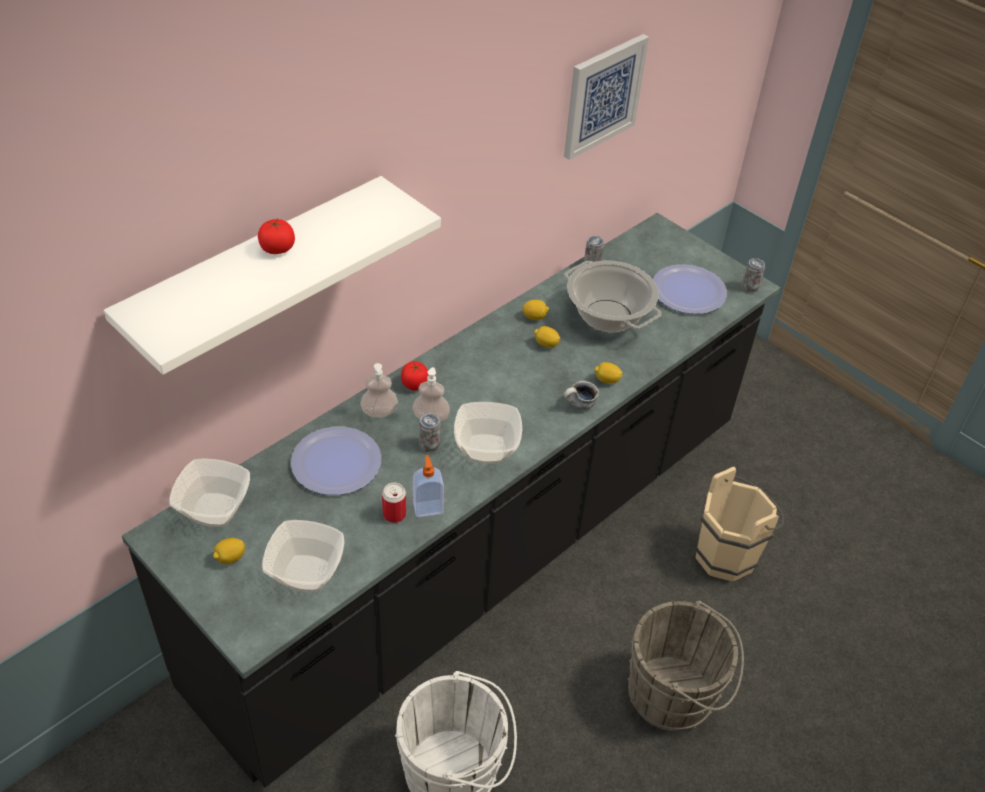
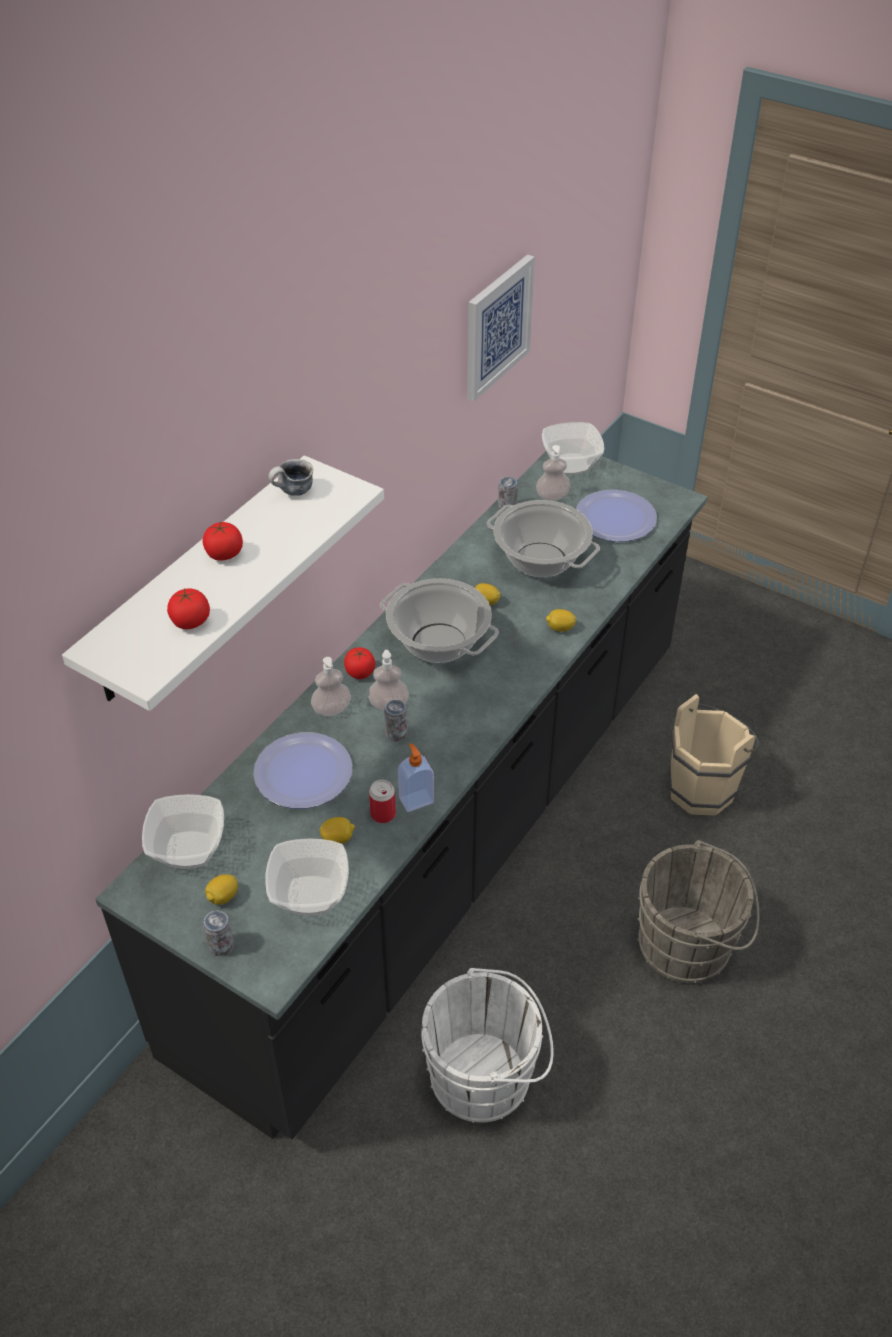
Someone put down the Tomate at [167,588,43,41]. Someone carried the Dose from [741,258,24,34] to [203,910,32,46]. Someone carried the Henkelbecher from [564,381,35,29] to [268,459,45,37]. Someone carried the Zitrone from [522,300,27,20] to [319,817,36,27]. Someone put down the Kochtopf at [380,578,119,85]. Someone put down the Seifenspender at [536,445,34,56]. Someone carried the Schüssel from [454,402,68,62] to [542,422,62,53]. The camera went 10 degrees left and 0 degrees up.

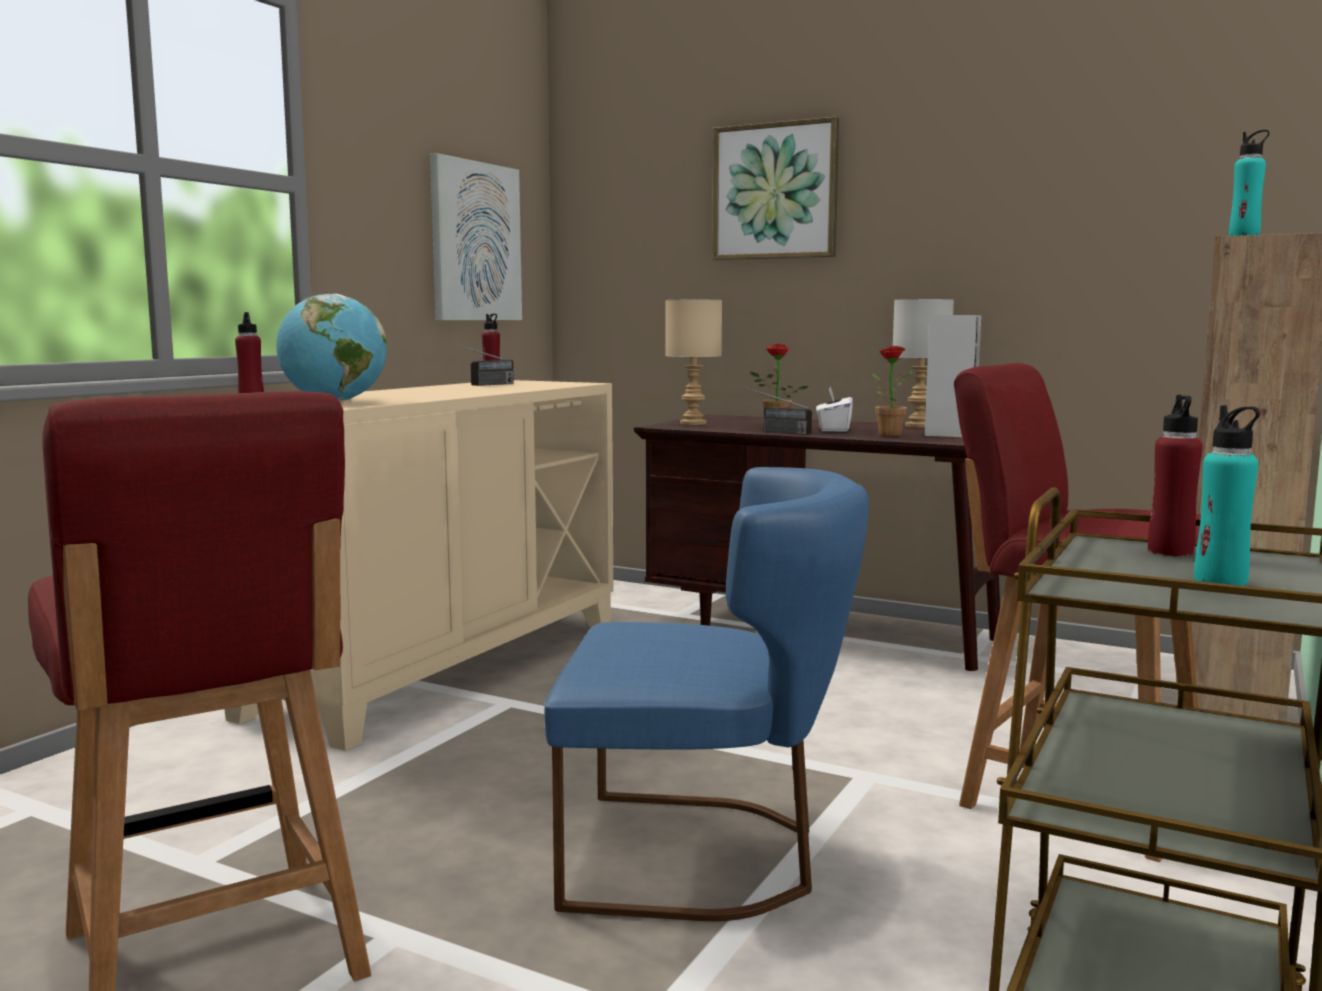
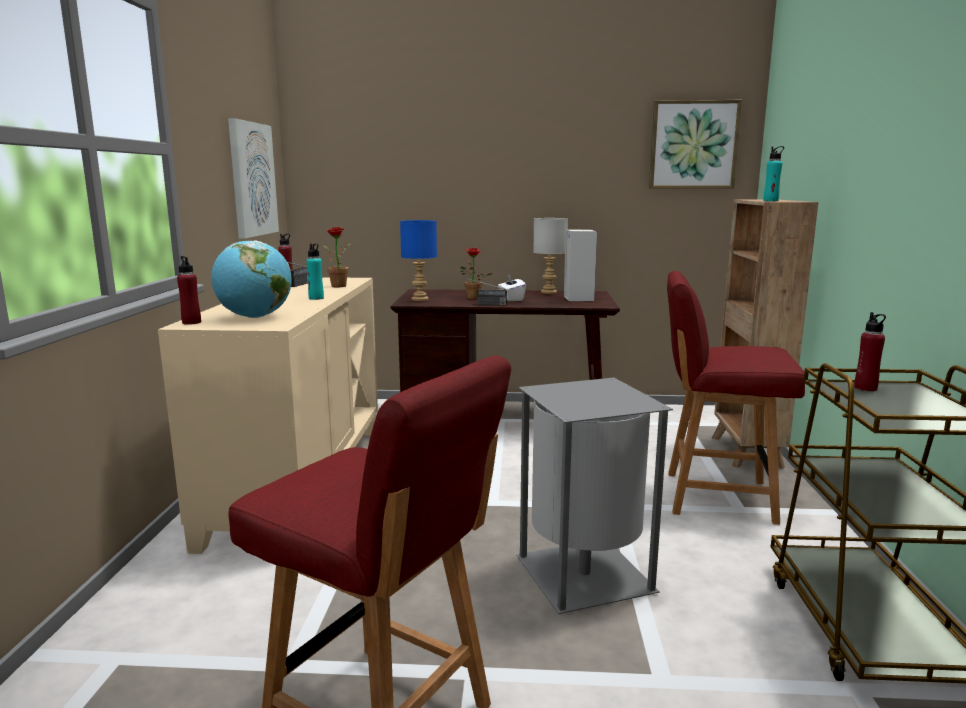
Someone carried the Flasche (türkis) from [1194,405,66,181] to [306,243,18,57]. Someone carried the Topfpflanze from [872,346,42,90] to [323,227,28,60]. Someone repainted the Tischlampe (beige) at [666,300,56,125], which became the Tischlampe (blau) at [400,220,37,81]. Someone swapped the Stuhl (blau) at [544,467,325,454] for the Mülleimer (grau) at [516,378,157,236]. Someone carried the Bild from [712,117,127,143] to [649,100,93,89]. The camera went 25 degrees left and 5 degrees up.

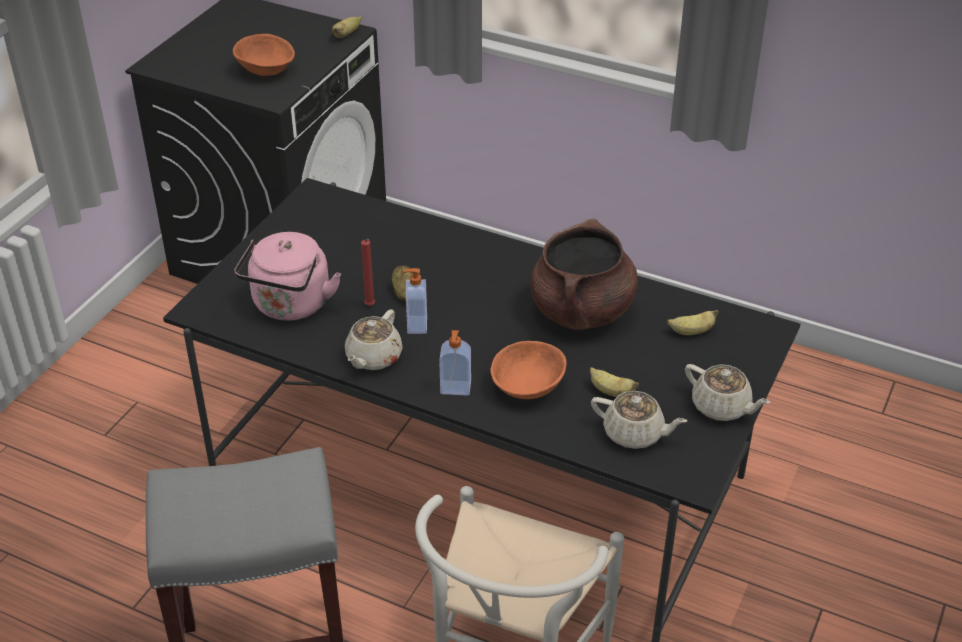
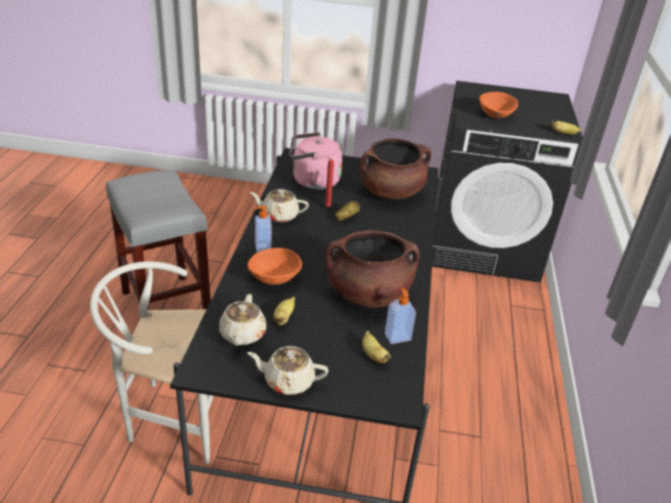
Someone rotated the Teekanne (beige) at [685,364,85,57] by 75 degrees clockwise. Someone put down the Kochtopf (braun) at [360,138,71,61]. Someone carried the Seifenspender from [403,268,24,66] to [385,287,31,57]. The camera went 70 degrees right and 5 degrees down.

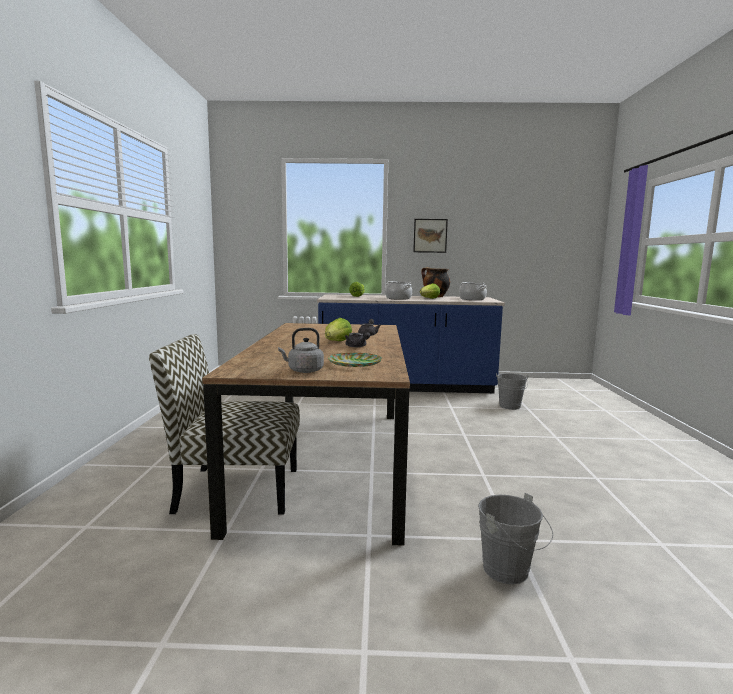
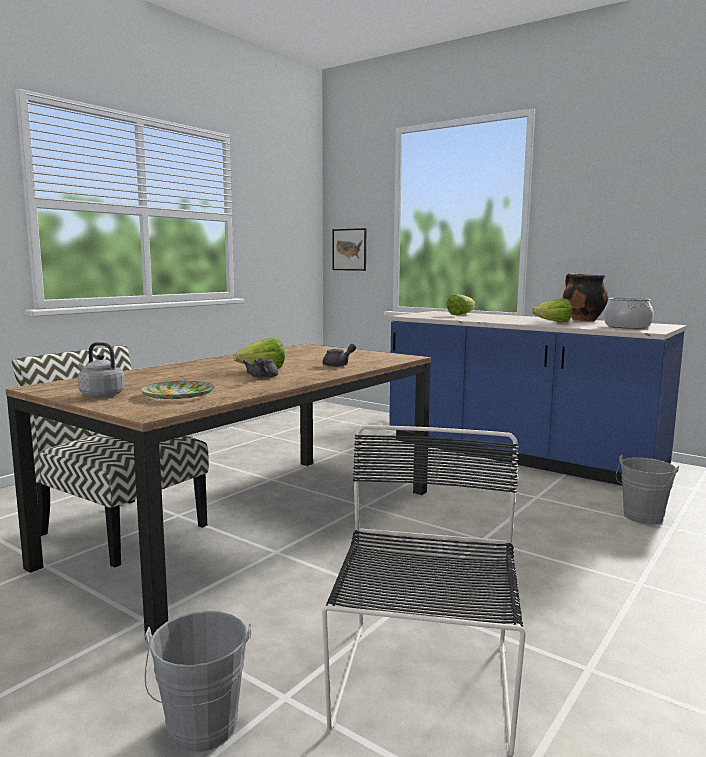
Someone put down the Stuhl (schwarz) at [322,425,204,331]. Someone carried the Bild from [413,219,35,34] to [333,228,33,43]. Someone took away the Kochtopf at [385,281,27,19]. The camera went 35 degrees right and 0 degrees up.

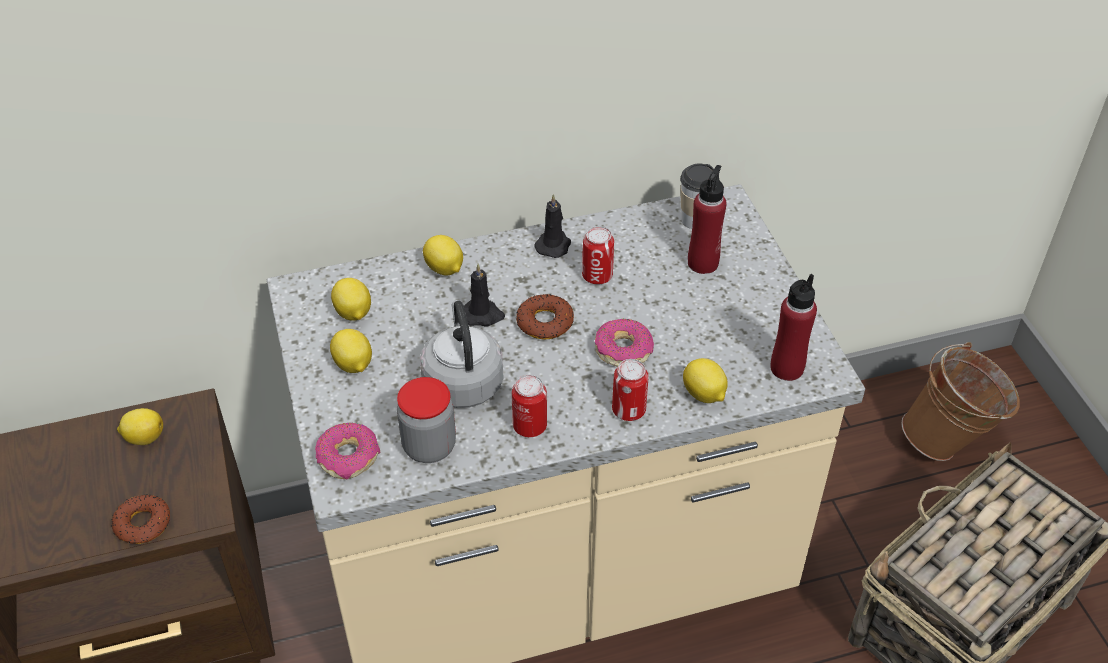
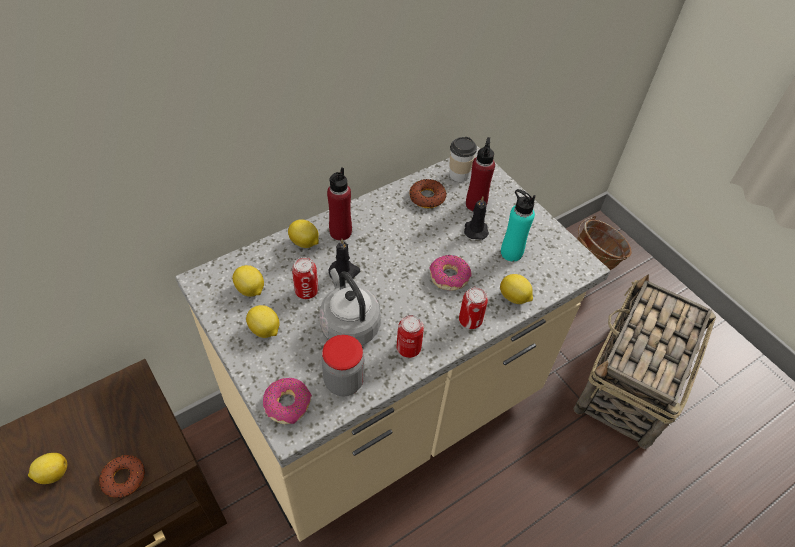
Someone carried the Zitrone from [117,408,46,37] to [28,453,39,31]. Someone carried the Dose from [582,226,32,59] to [292,257,26,42]. Someone carried the Flasche (rot) from [770,274,47,107] to [327,167,25,74]. Someone carried the Donut from [516,294,58,45] to [409,179,38,29]. Someone carried the Kerze (schwarz) from [534,194,37,64] to [464,197,25,43]. Someone put down the Flasche (türkis) at [501,189,35,73]. The camera went 20 degrees left and 5 degrees up.

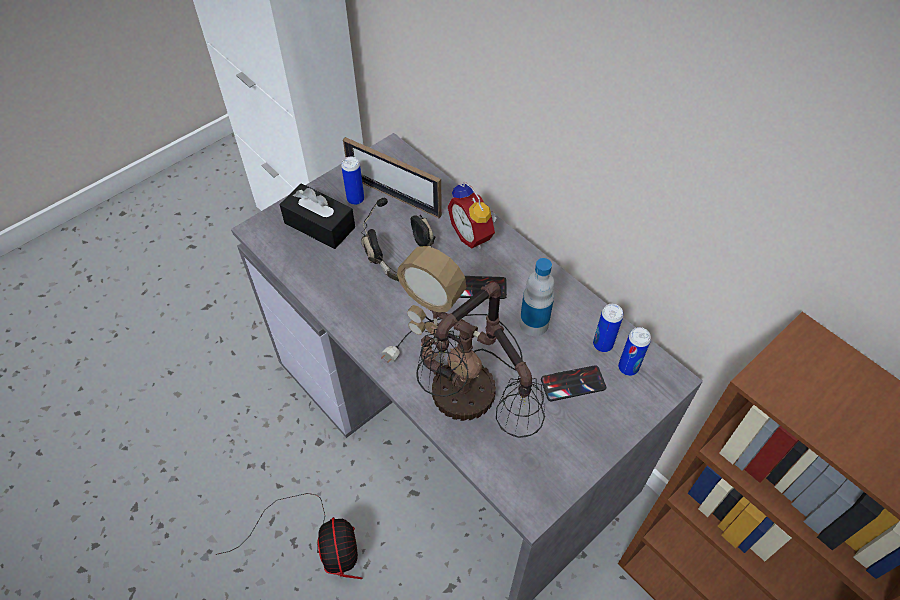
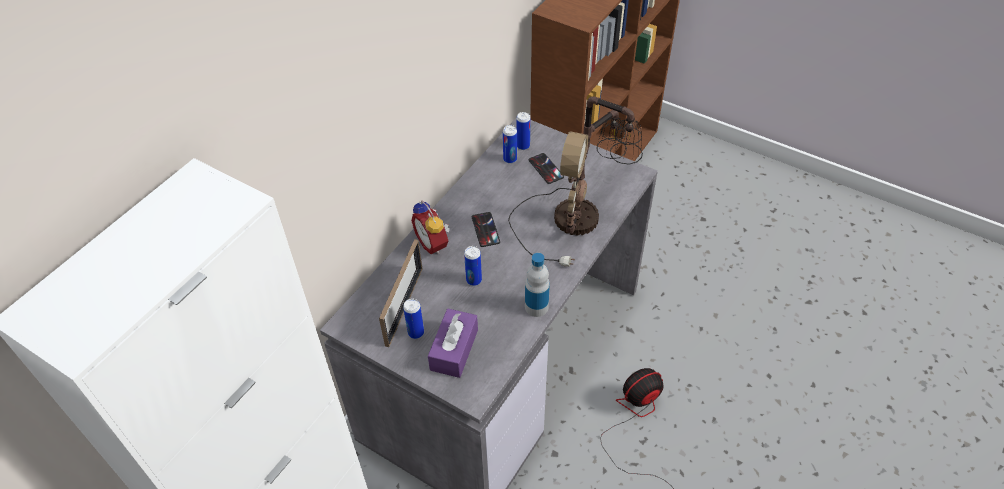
Someone rotated the Wecker at [448,181,49,68] by 105 degrees clockwise. Someone repainted the Taschentuchbox (schwarz) at [279,183,76,66], which became the Taschentuchbox (lila) at [428,309,50,69]. Someone swapped the Kopfhörer (schwarz) at [361,198,74,83] for the Dose at [464,246,18,40]. Someone carried the Flasche from [520,258,35,78] to [525,253,25,64]. The camera went 105 degrees left and 5 degrees down.

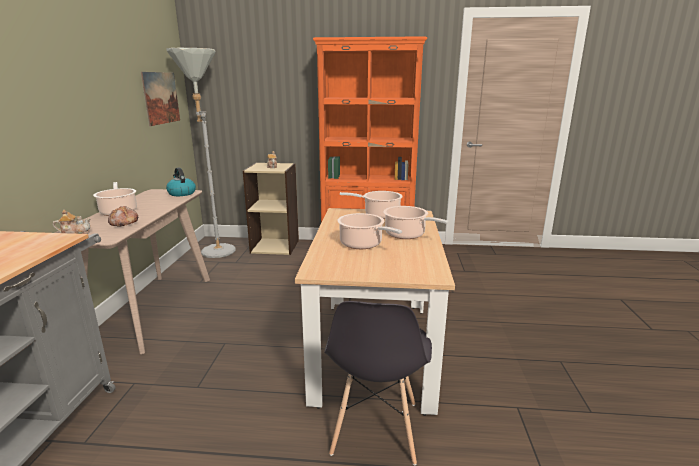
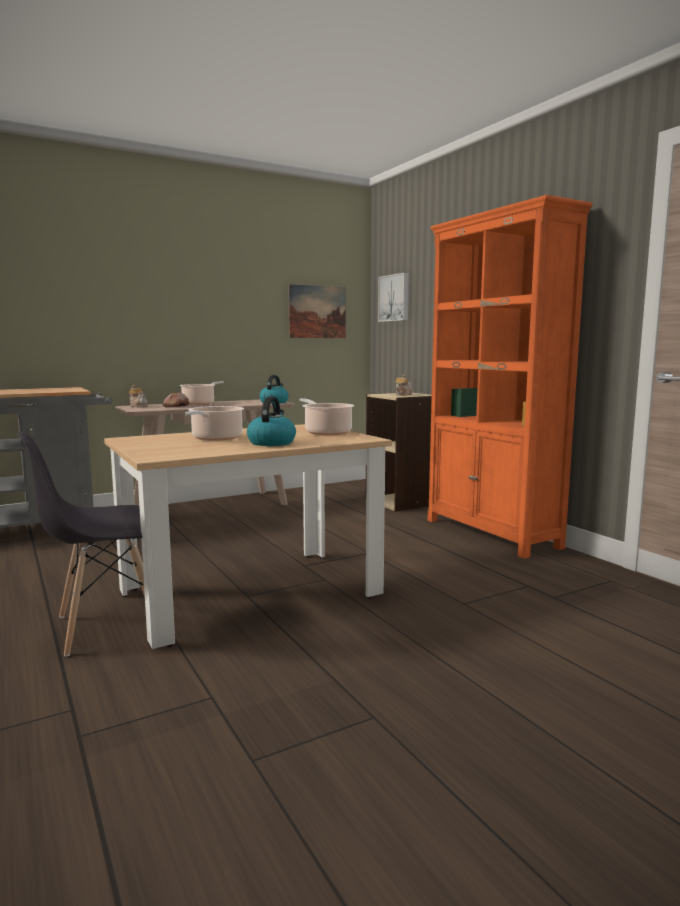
Someone swapped the Kochtopf at [384,206,65,33] for the Wasserkessel at [247,396,49,50]. Someone put up the Bild at [378,273,31,49]. Someone took away the Stehlampe (grau) at [166,48,70,210]. The camera went 55 degrees right and 10 degrees down.

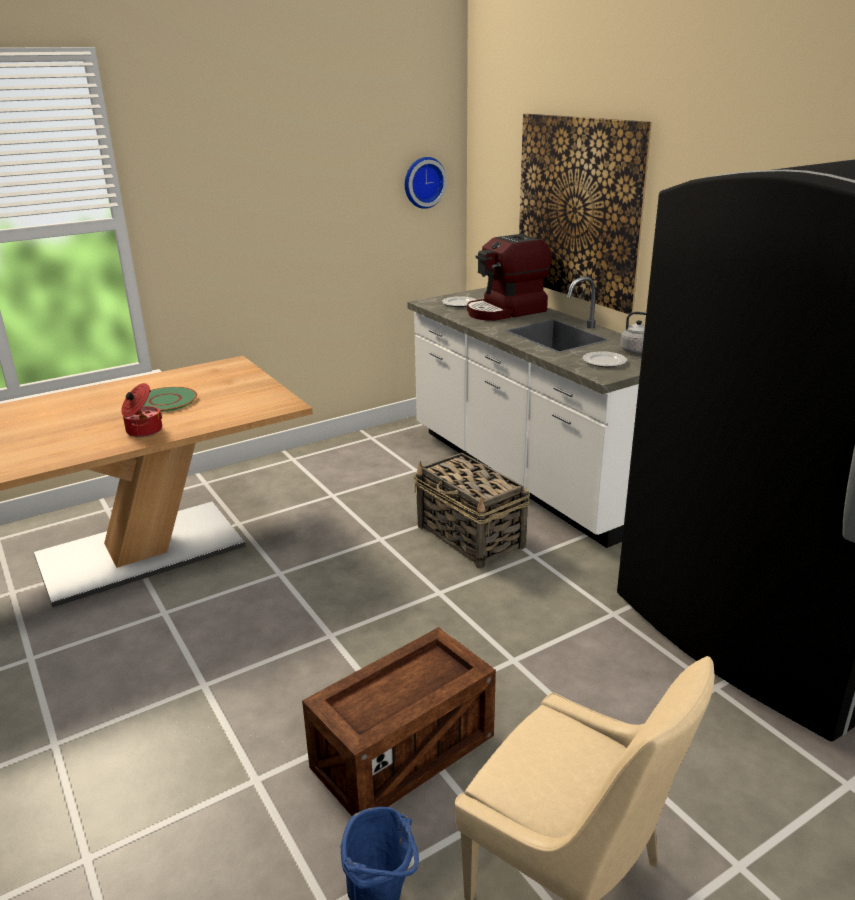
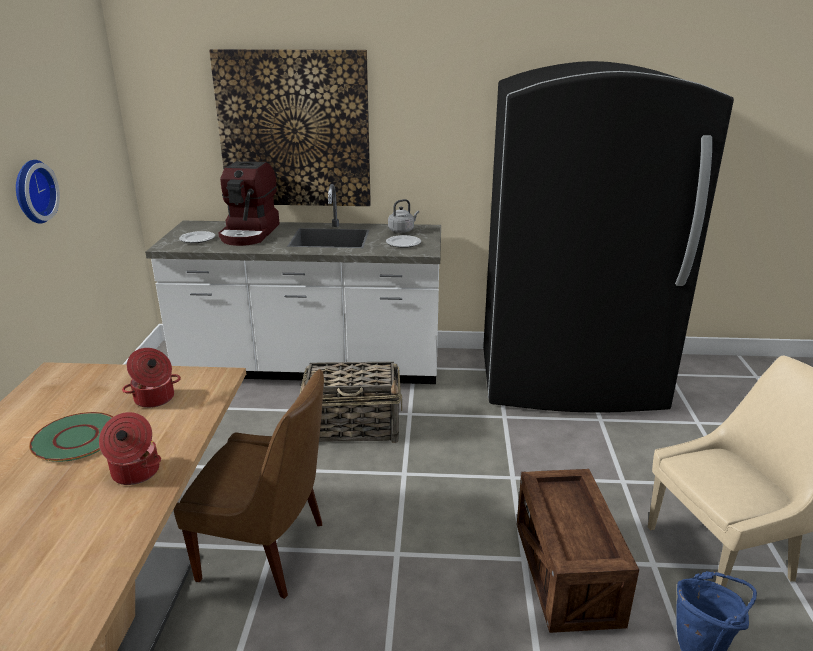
Someone carried the Wanduhr from [405,157,42,52] to [16,160,44,64]. Someone put down the Kochtopf at [122,348,59,60]. Someone put down the Stuhl (braun) at [173,369,151,230]. The camera went 55 degrees left and 0 degrees up.

